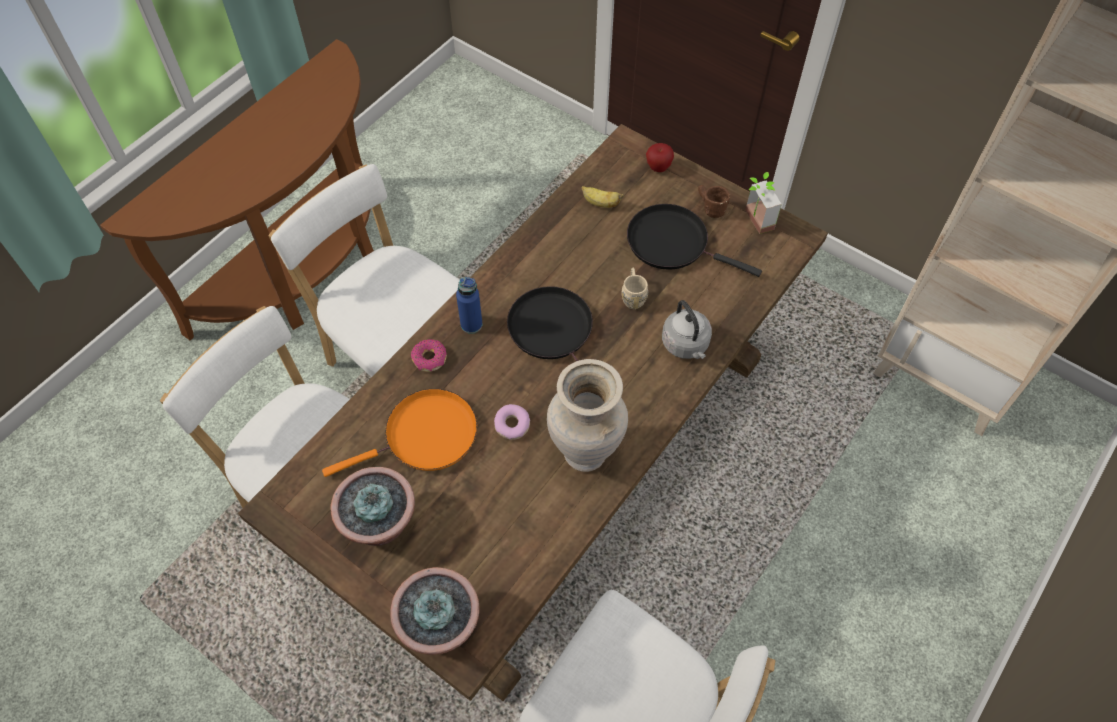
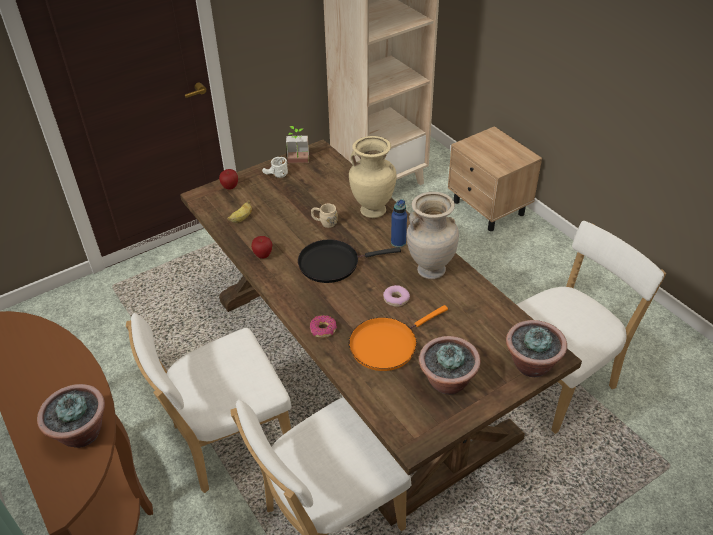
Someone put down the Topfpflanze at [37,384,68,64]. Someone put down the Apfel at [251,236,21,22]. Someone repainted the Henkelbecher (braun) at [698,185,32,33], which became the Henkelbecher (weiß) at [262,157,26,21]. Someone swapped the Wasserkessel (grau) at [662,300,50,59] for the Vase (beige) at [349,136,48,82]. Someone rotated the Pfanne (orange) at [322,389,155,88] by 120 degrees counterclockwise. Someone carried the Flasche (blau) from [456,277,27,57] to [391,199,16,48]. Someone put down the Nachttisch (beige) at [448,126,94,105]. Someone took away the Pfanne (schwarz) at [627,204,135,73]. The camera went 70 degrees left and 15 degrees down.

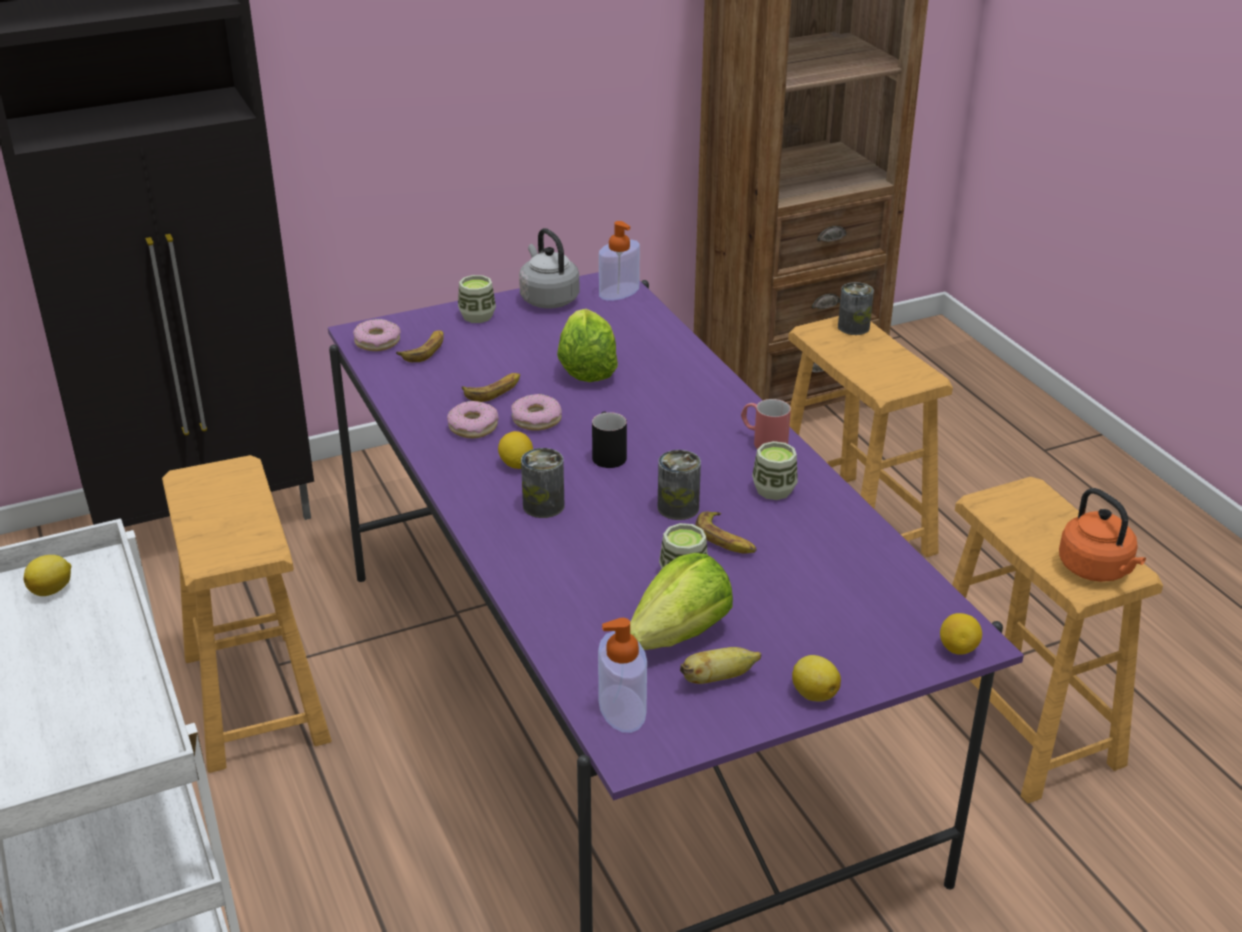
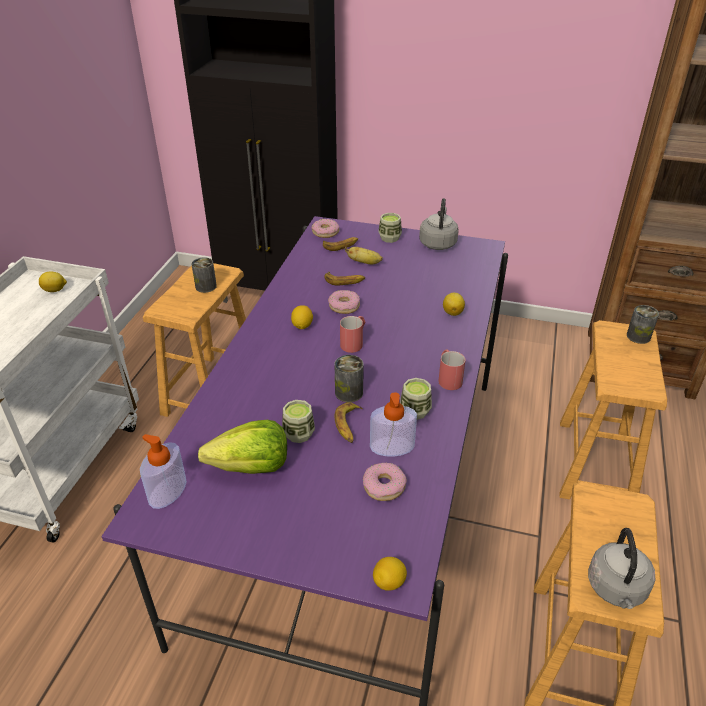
Someone carried the Dose from [521,448,44,70] to [192,257,25,36]. Someone repainted the Henkelbecher (schwarz) at [592,411,35,57], which became the Henkelbecher (rot) at [340,316,25,37]. Someone carried the Banane from [680,647,81,37] to [345,247,38,17]. Someone carried the Donut from [447,401,52,37] to [363,463,44,38]. Someone carried the Seifenspender from [599,221,41,80] to [370,392,47,65]. Someone carried the Zitrone from [792,655,49,47] to [443,293,22,23]. Someone repainted the Wasserkessel (orange) at [1059,488,87,94], which became the Wasserkessel (grau) at [588,528,67,81]. Someone took away the Salatkopf at [557,309,61,73]. The camera went 40 degrees right and 5 degrees up.

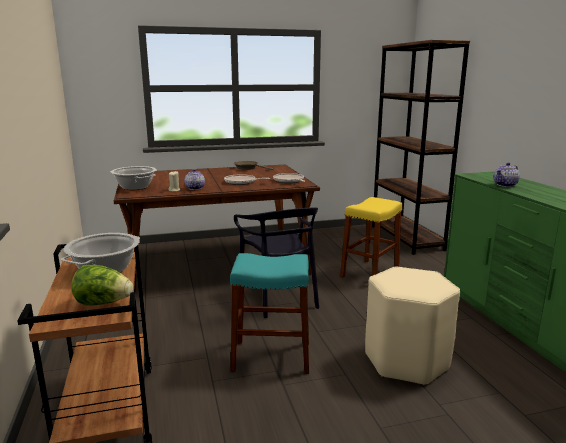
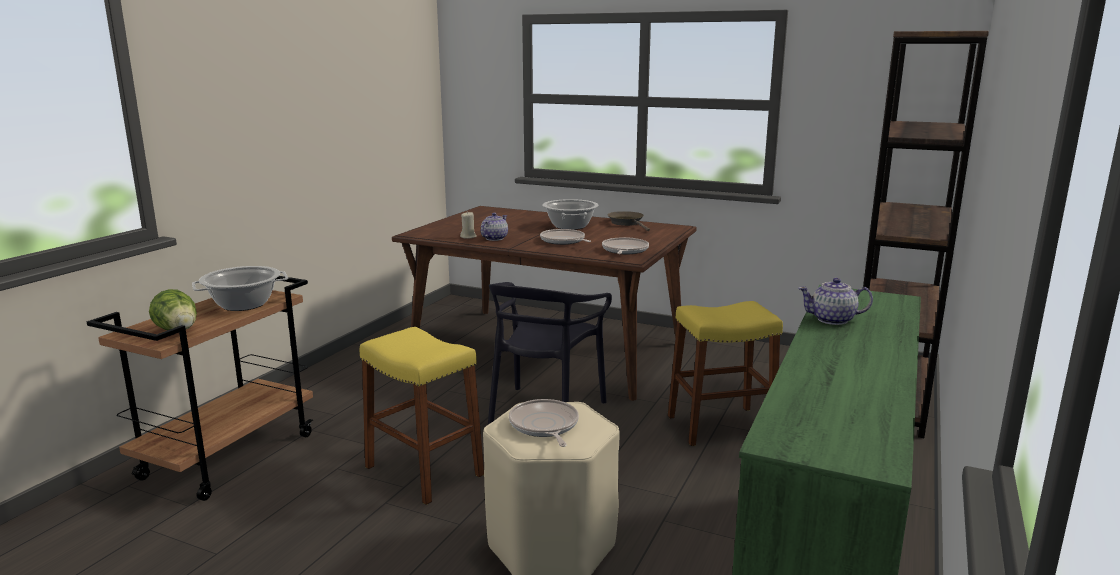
Someone repainted the Hocker (türkis) at [230,253,79,121], which became the Hocker (gelb) at [360,327,124,178]. Someone put down the Pfanne at [509,399,70,48]. Someone carried the Kochtopf from [111,166,46,24] to [543,199,56,31]. The camera went 40 degrees right and 0 degrees up.

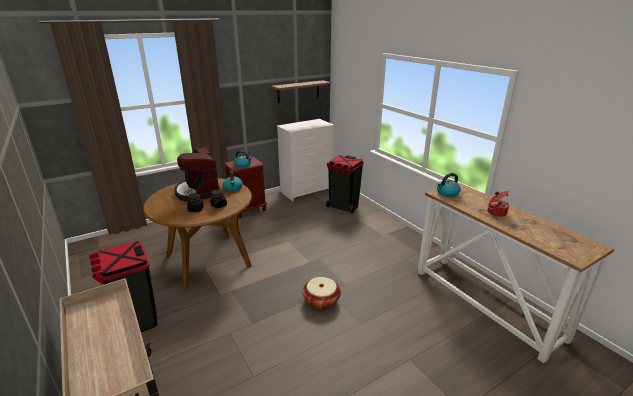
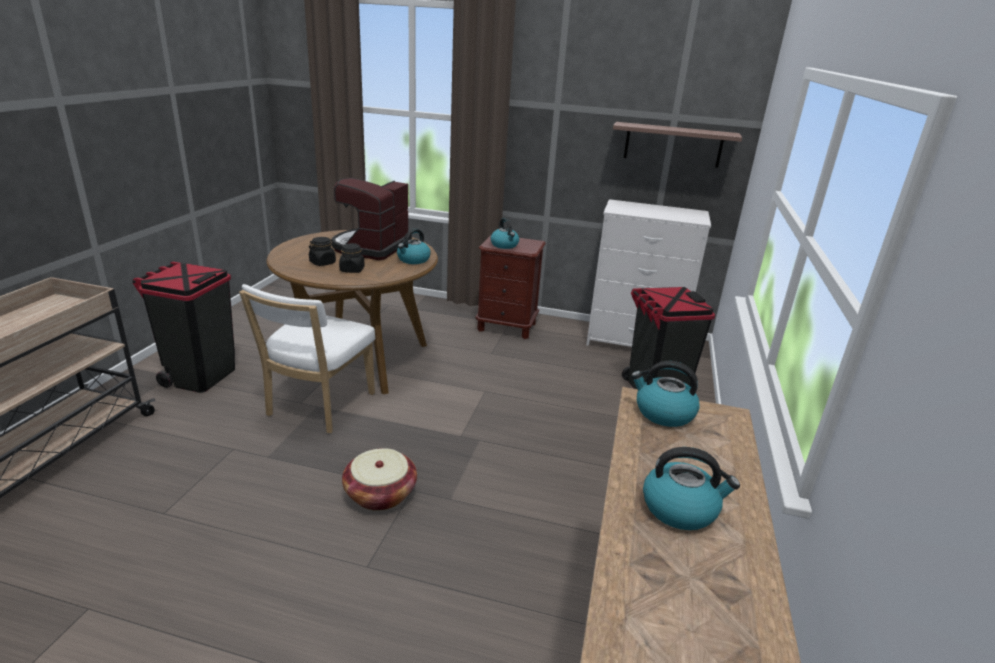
Someone put down the Stuhl (weiß) at [239,284,136,149]. Someone swapped the Kochtopf at [487,191,22,26] for the Wasserkessel at [643,447,97,83]. The camera went 45 degrees right and 0 degrees up.

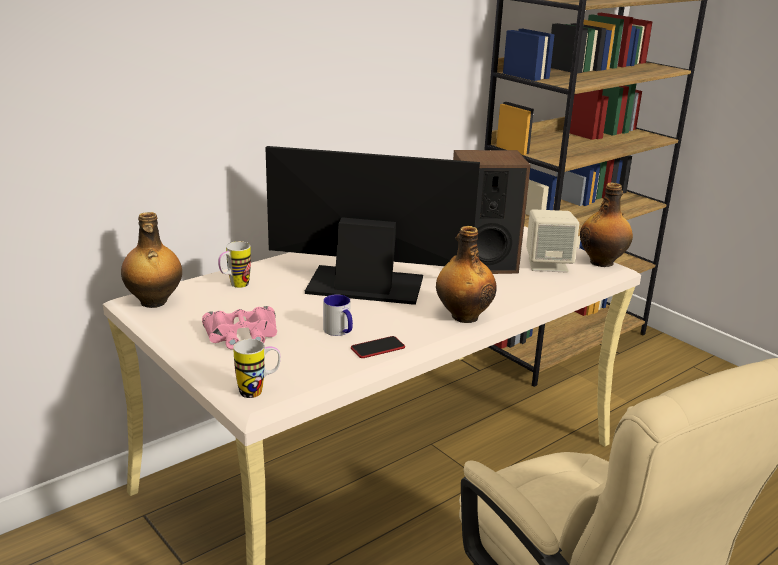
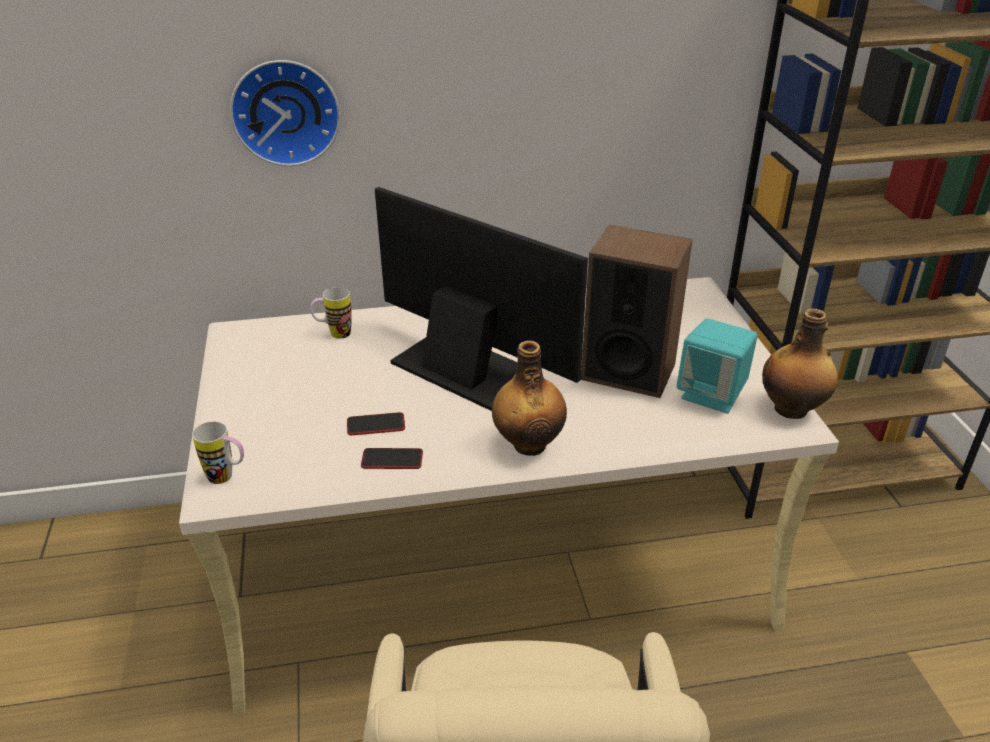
Someone put up the Wanduhr at [230,60,110,106]. Someone swapped the Henkelbecher at [323,294,30,42] for the Handy at [347,412,58,23]. Someone repainted the Lautsprecher (beige) at [526,209,53,64], which became the Lautsprecher (türkis) at [676,318,82,95]. Someone took away the Flasche at [121,212,61,96]. Someone took away the Fernglas (rosa) at [202,306,75,43]. The camera went 30 degrees right and 10 degrees up.

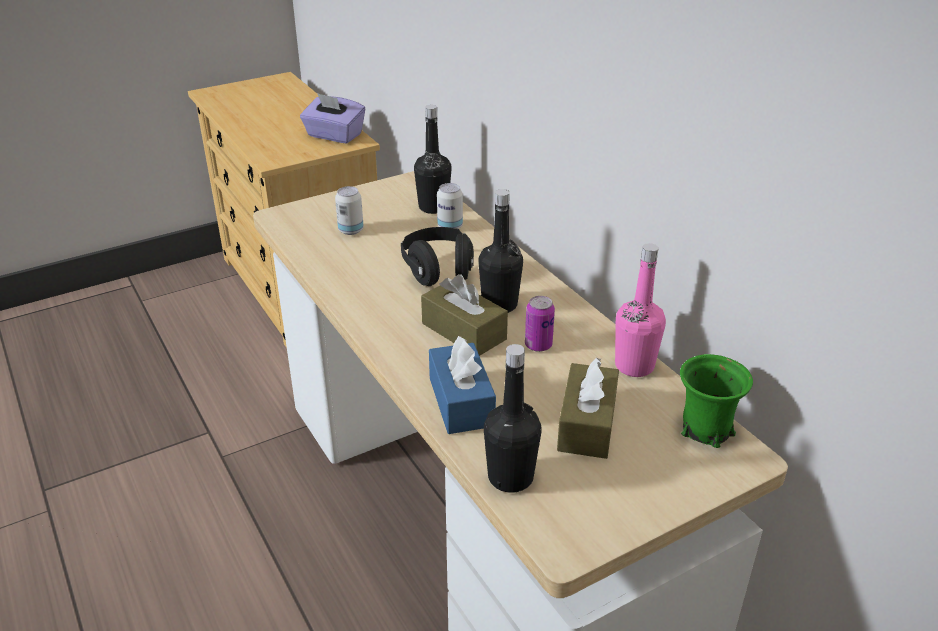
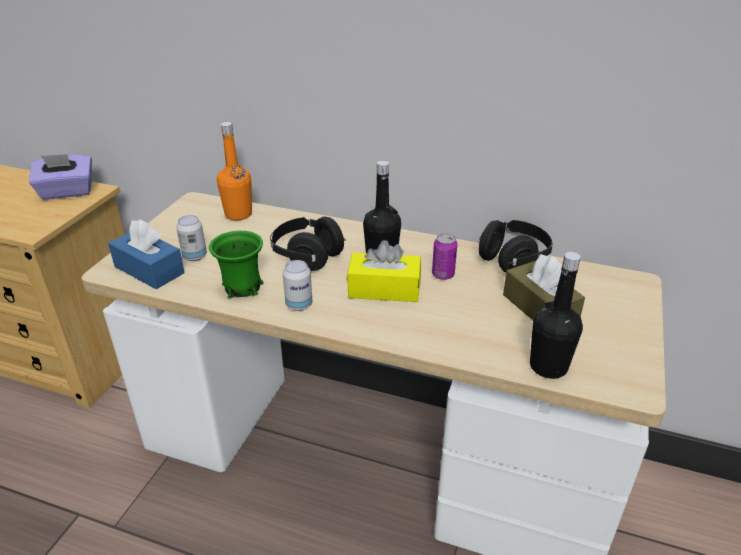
Someone carried the Taschentuchbox (blau) from [429,336,67,98] to [108,219,77,70]. Someone carried the Henkelbecher (grün) from [680,354,73,94] to [209,231,54,67]. Someone repainted the Flasche (schwarz) at [414,105,38,109], which became the Flasche (orange) at [217,122,35,99]. Someone carried the Dose from [437,183,26,46] to [283,260,29,51]. Someone repainted the Taschentuchbox (braun) at [421,274,87,82], which became the Taschentuchbox (gelb) at [347,240,74,62]. Someone swapped the Flasche (rosa) at [615,243,51,134] for the Kopfhörer (schwarz) at [479,220,73,53]. The camera went 40 degrees left and 0 degrees up.

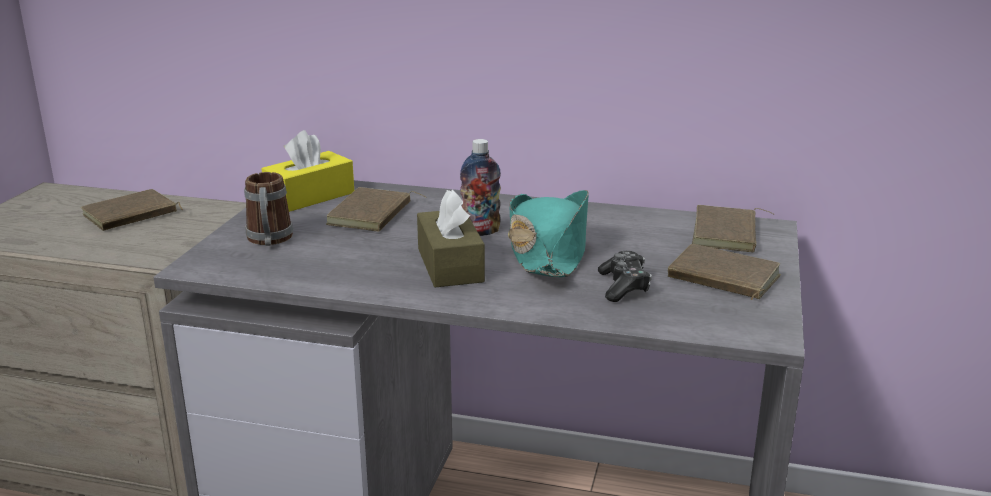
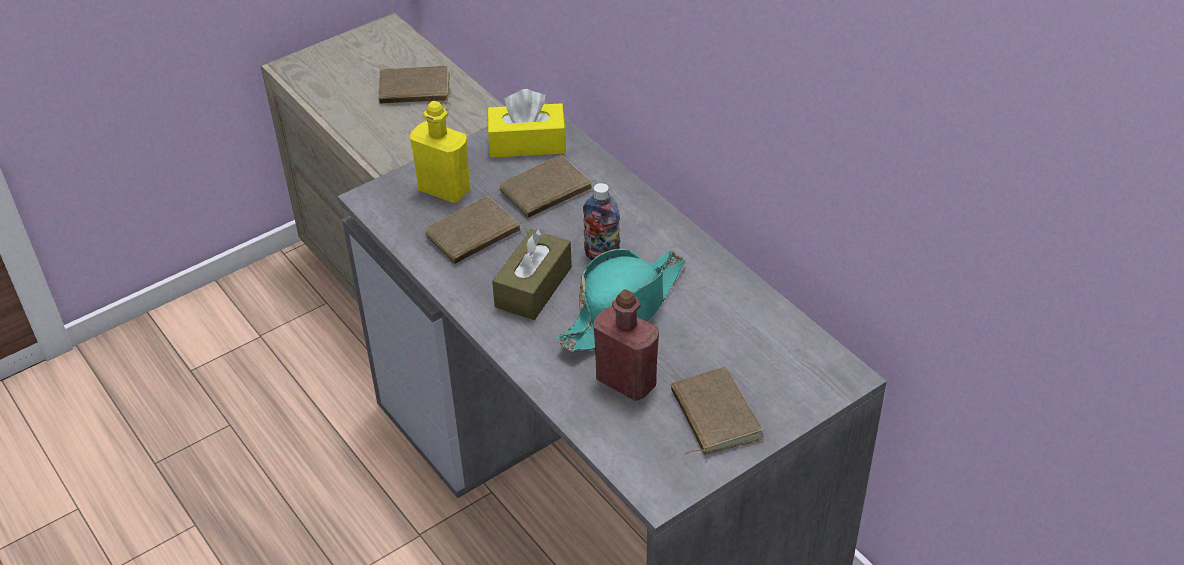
Someone swapped the Henkelbecher at [244,172,49,74] for the Flasche (gelb) at [410,101,60,102]. Someone carried the Buch (braun) from [692,205,83,47] to [424,196,104,68]. Someone swapped the Gamepad at [598,251,54,51] for the Flasche (rot) at [593,289,66,112]. The camera went 40 degrees right and 20 degrees up.

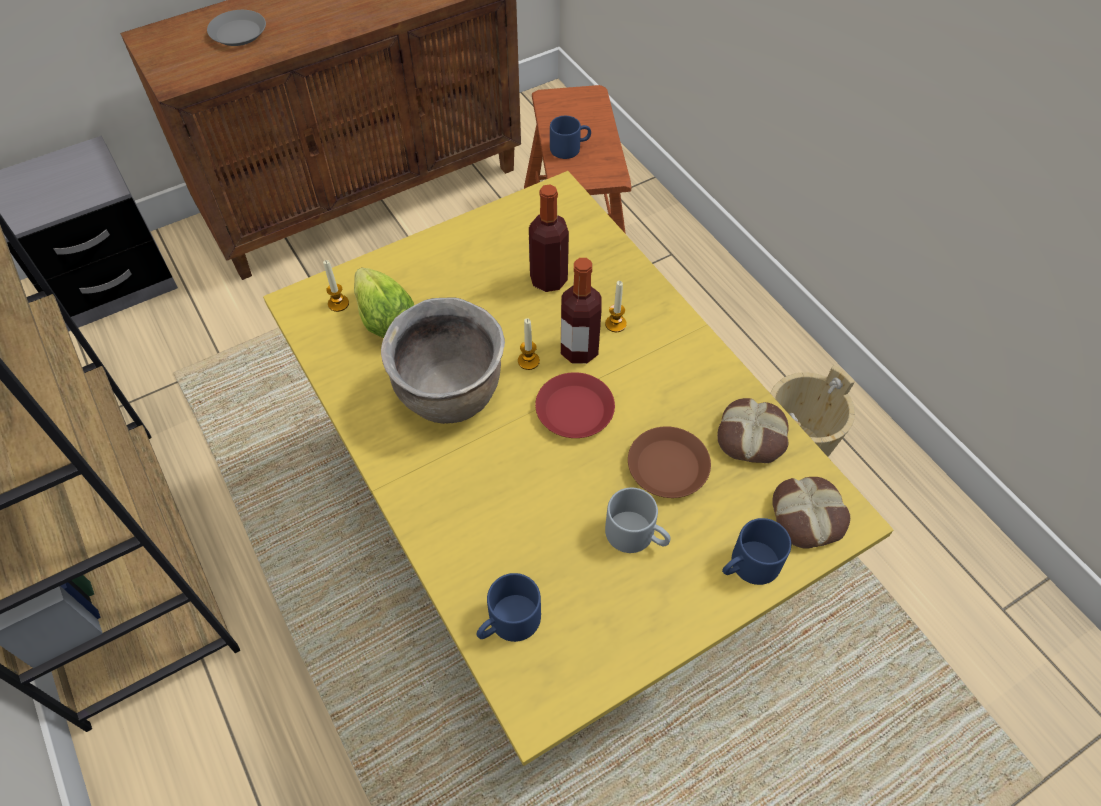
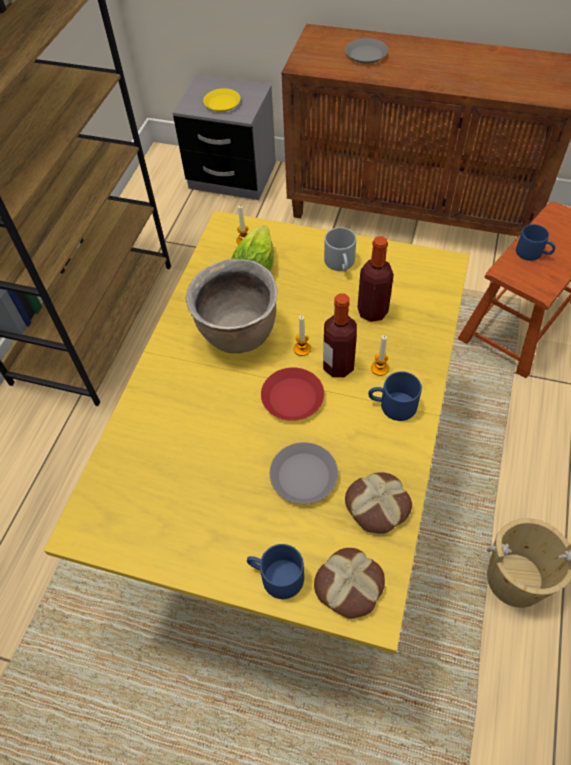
Someone put down the Teller (gelb) at [203,88,37,24]. Someone repainted the Teller (braun) at [628,426,83,72], which became the Teller (grau) at [270,442,68,62]. Someone carried the Henkelbecher (grau) from [605,488,66,65] to [324,227,32,45]. Someone carried the Henkelbecher (blau) from [477,573,64,69] to [368,371,54,50]. The camera went 50 degrees right and 0 degrees up.

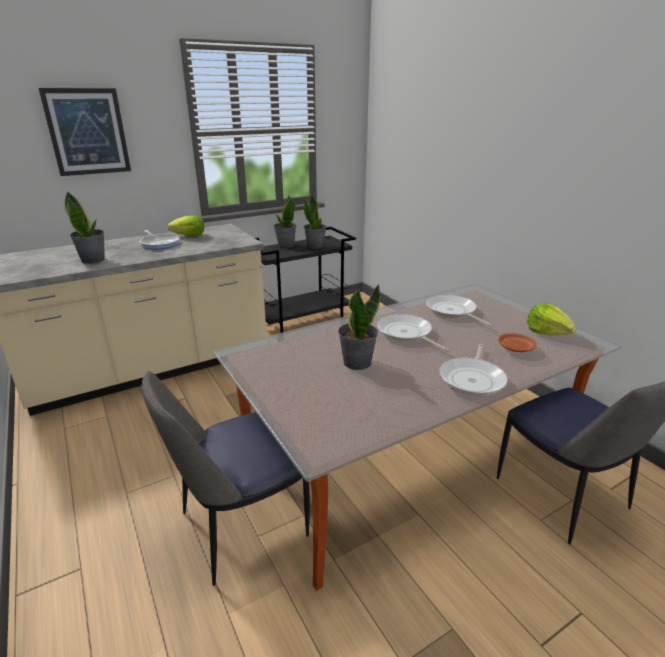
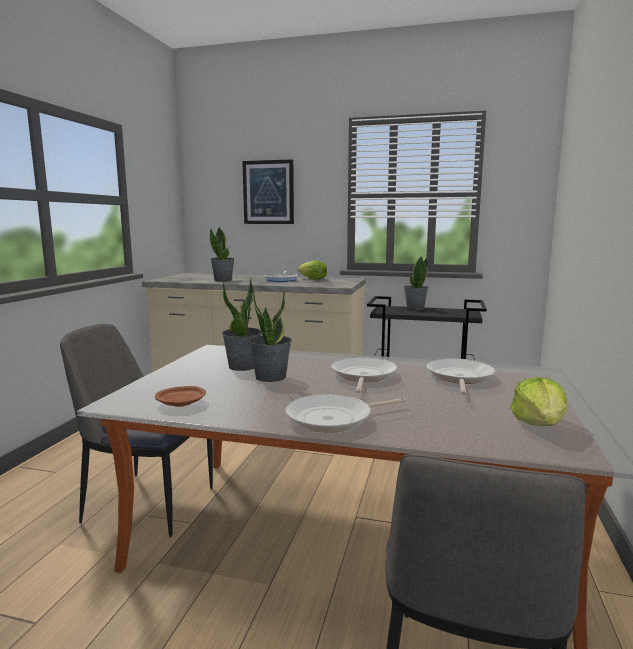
Someone carried the Teller (braun) from [498,333,39,19] to [155,386,51,21]. Someone carried the Topfpflanze from [304,195,23,54] to [222,279,39,92]. The camera went 45 degrees right and 15 degrees down.

